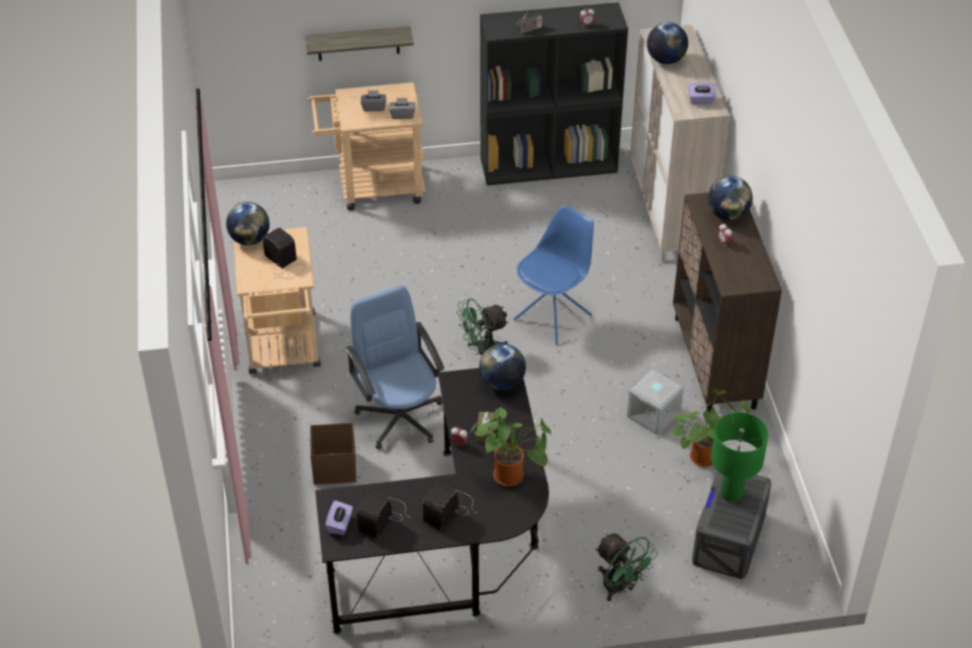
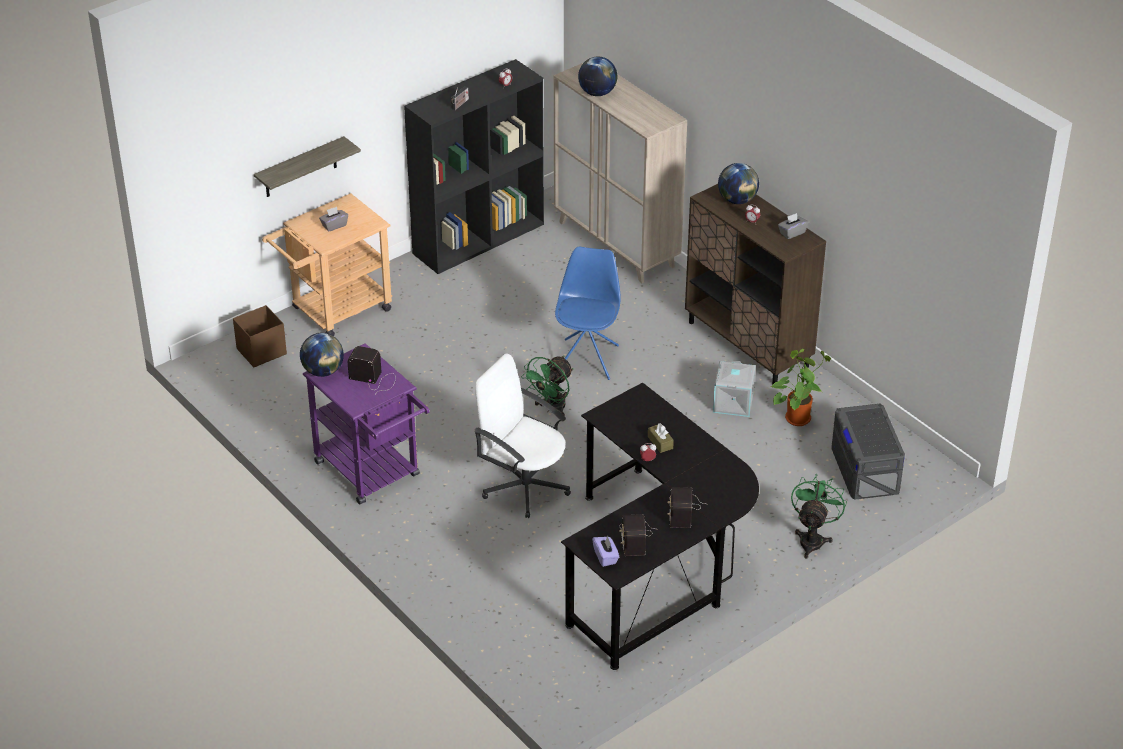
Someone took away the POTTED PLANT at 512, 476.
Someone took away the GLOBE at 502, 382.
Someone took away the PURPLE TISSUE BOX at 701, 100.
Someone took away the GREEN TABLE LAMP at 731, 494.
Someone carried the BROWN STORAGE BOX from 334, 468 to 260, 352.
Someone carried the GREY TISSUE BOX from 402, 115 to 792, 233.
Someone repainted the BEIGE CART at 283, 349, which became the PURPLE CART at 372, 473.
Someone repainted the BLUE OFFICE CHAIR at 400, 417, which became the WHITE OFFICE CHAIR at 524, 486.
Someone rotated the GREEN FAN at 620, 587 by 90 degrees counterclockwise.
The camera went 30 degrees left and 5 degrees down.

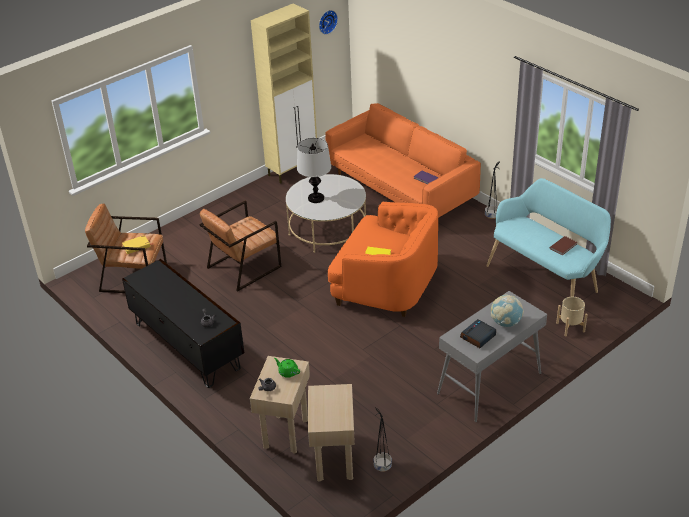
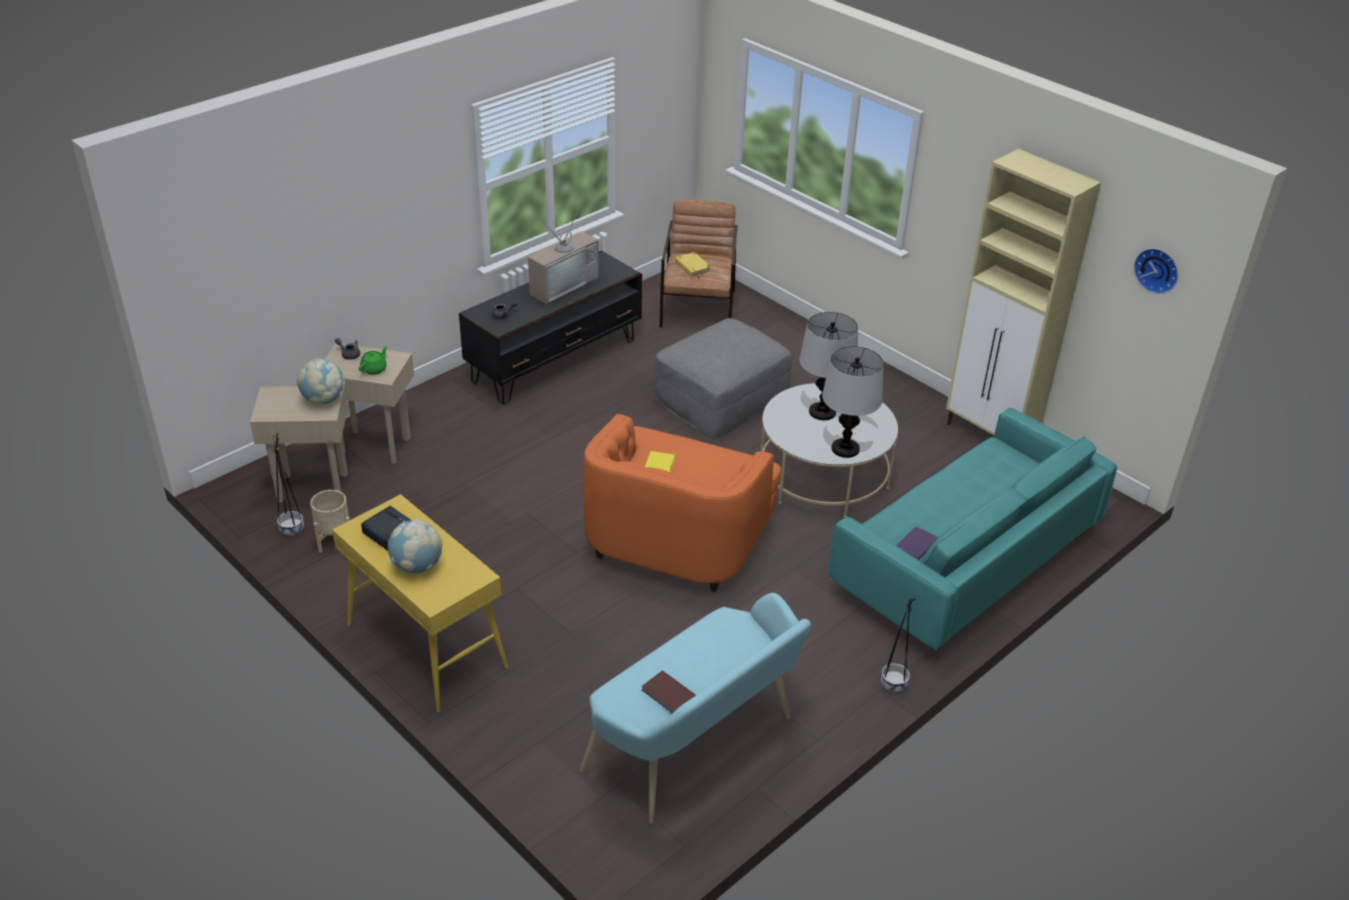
Someone put down the GLOBE at 323, 400.
Someone put down the TELEVISION at 561, 284.
Someone put down the TABLE LAMP at 845, 449.
Someone carried the BEIGE PLANTER from 570, 327 to 334, 538.
Someone swapped the BROWN ARMCHAIR at 243, 267 for the GREY OTTOMAN at 721, 397.
Someone repainted the ORANGE SOFA at 400, 188, which became the TURQUOISE SOFA at 964, 562.
Someone repainted the GREY CONSOLE TABLE at 489, 384, which became the YELLOW CONSOLE TABLE at 425, 646.
The camera went 85 degrees right and 0 degrees up.

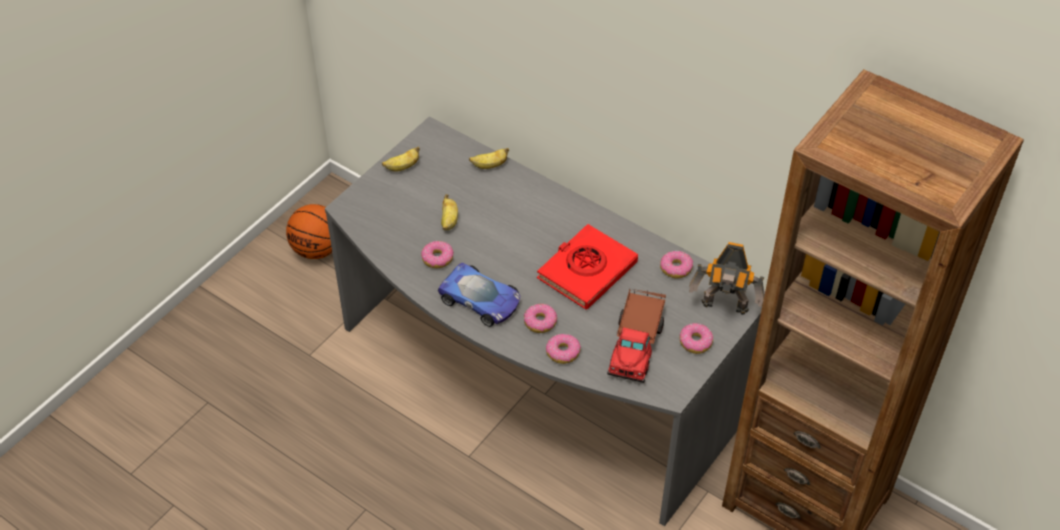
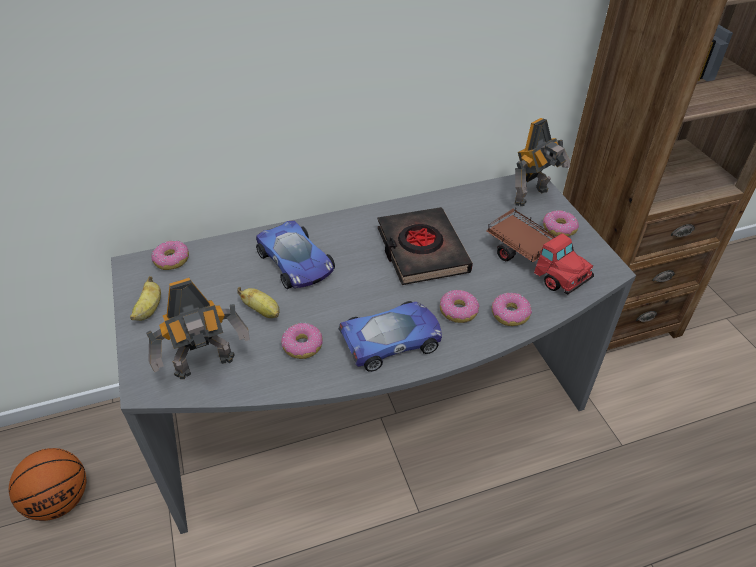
Someone took away the BANANA at 489, 166.
Someone put down the TOY ROBOT at 206, 367.
Someone put down the TOY CAR at 296, 263.
Someone carried the DONUT from 676, 268 to 171, 260.
Someone repainted the RED BOOK at 586, 271, which became the BLACK BOOK at 421, 251.
The camera went 55 degrees left and 5 degrees down.

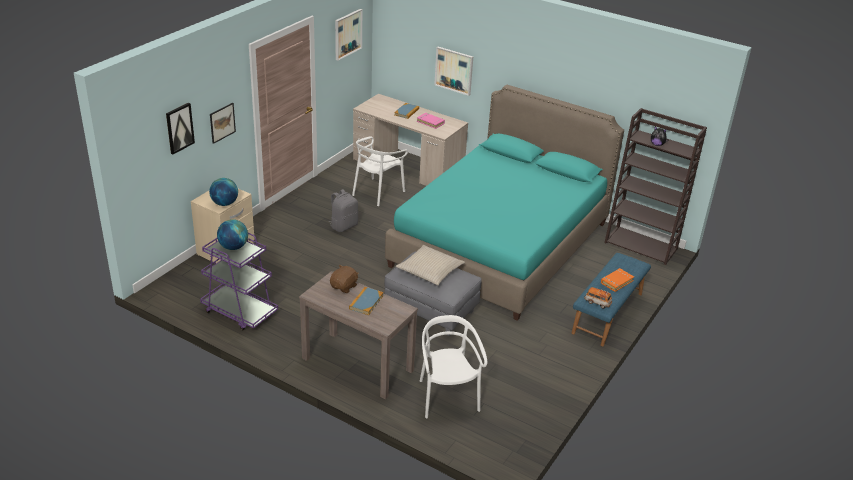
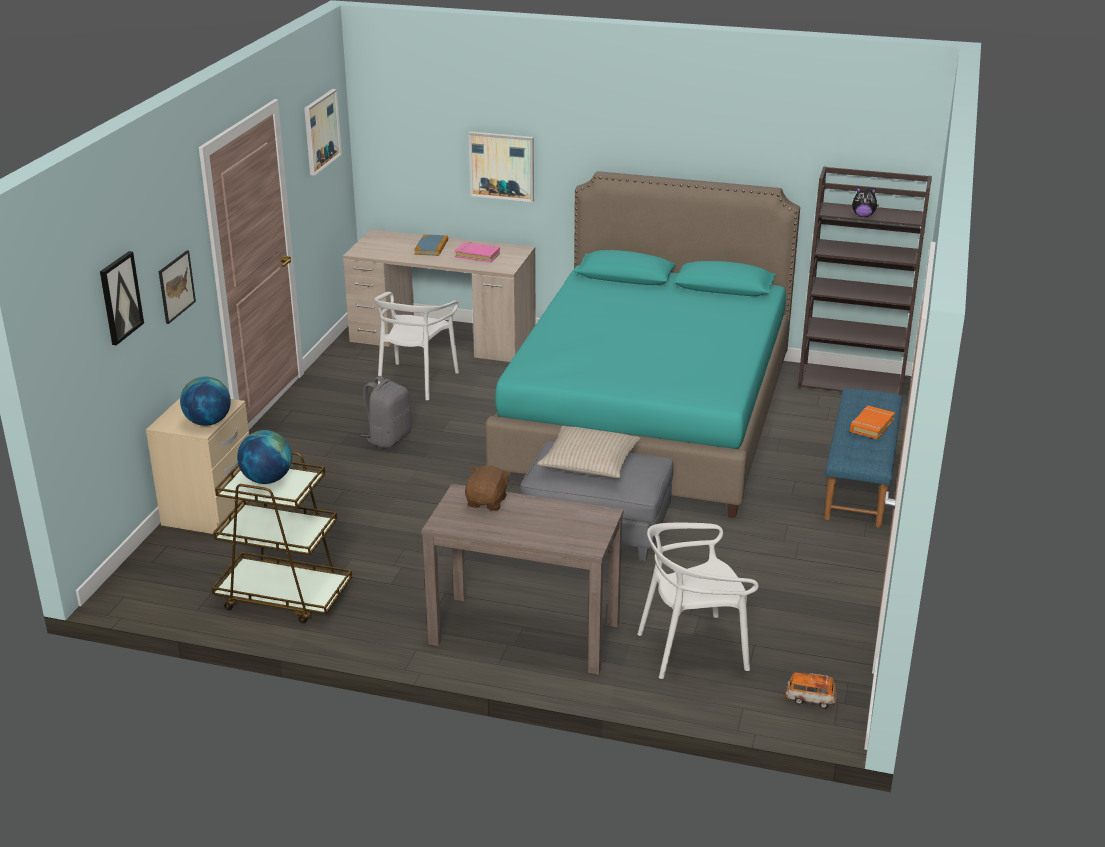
Someone took away the BOOK at 366, 302.
Someone carried the TOY CAR from 597, 303 to 810, 699.
Someone repainted the PURPLE CART at 239, 312, which became the BROWN CART at 283, 597.
Someone rotated the WHITE CHAIR at 447, 397 by 75 degrees counterclockwise.
The camera went 15 degrees left and 5 degrees down.

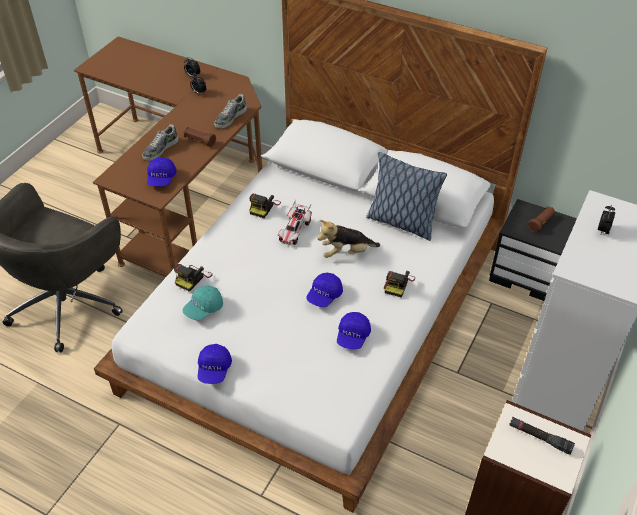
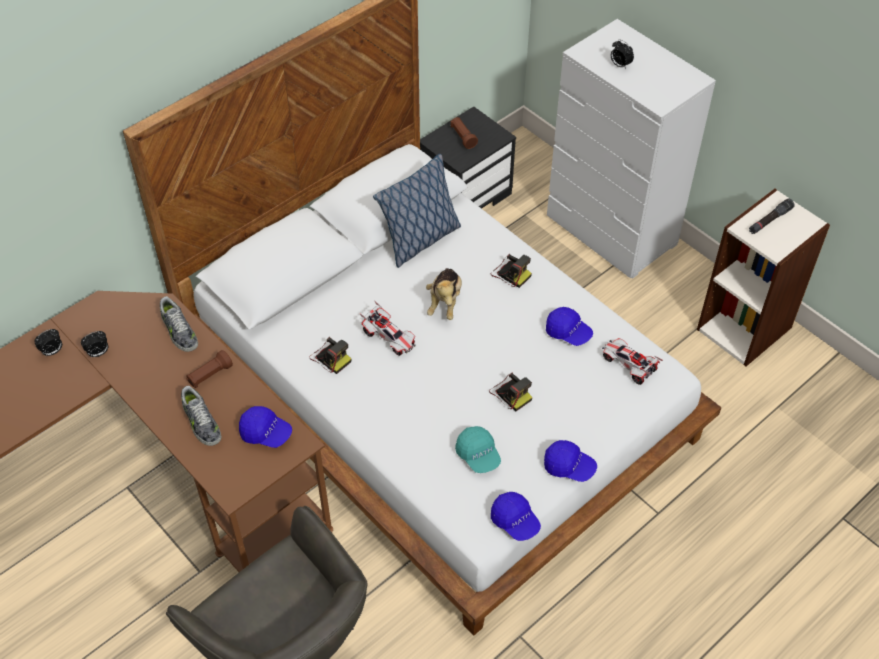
Someone put down the TOY CAR at 628, 366.
Someone carried the PHOTO CAMERA from 193, 278 to 510, 393.
Someone carried the BLUE CAP from 324, 295 to 515, 521.
The camera went 70 degrees left and 5 degrees up.

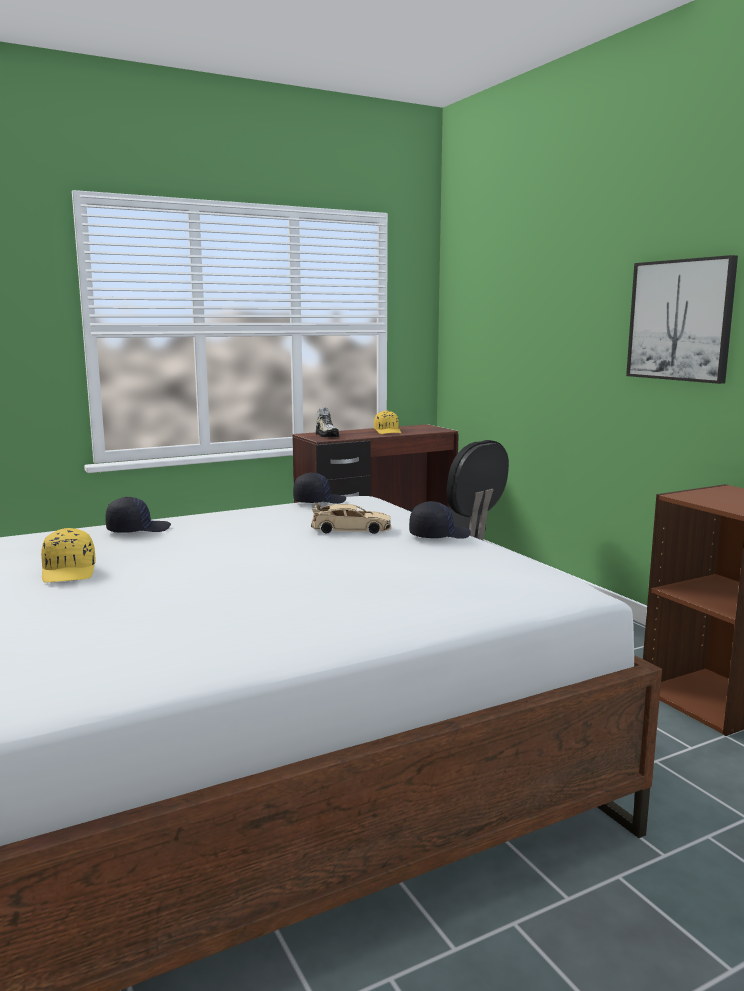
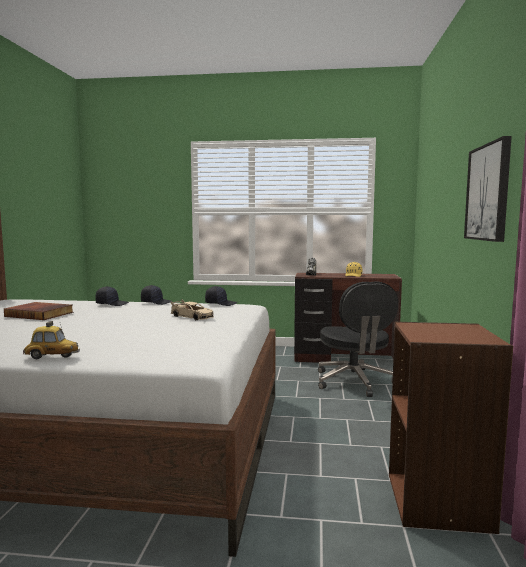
Someone put down the TOY CAR at 52, 357.
Someone carried the BLACK CAP from 439, 535 to 156, 302.
Someone swapped the YELLOW CAP at 70, 572 for the BOOK at 40, 314.
The camera went 35 degrees right and 5 degrees down.

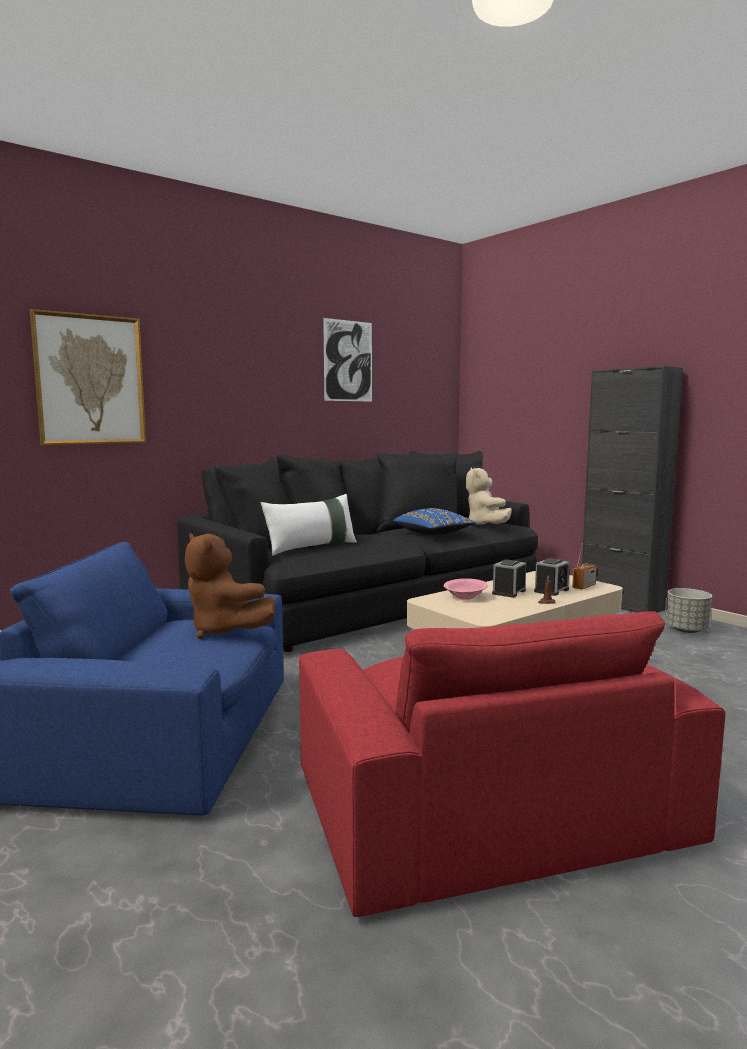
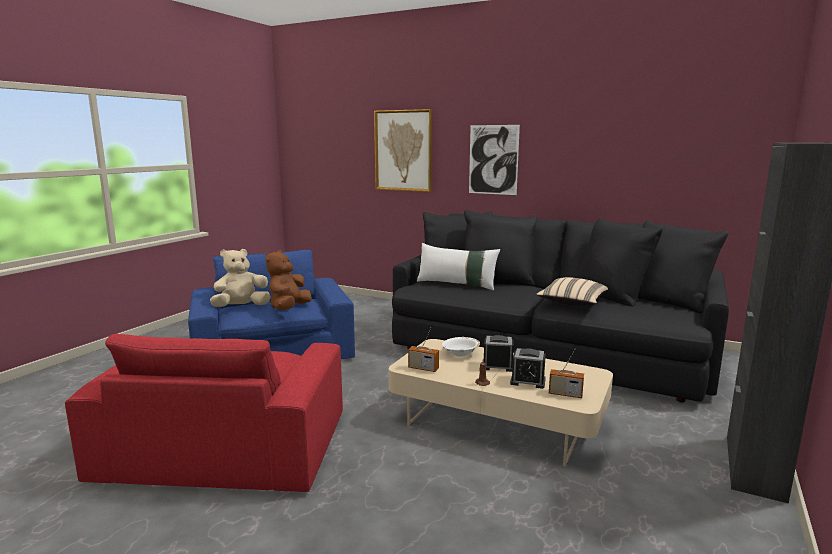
Someone took away the GREY PLANTER at 686, 630.
Someone put down the RADIO at 423, 368.
Someone carried the PICTURE from 348, 361 to 493, 160.
Someone carried the BEIGE PLUSH TOY from 485, 526 to 241, 307.
Someone repainted the BLUE PILLOW at 433, 534, which became the BEIGE PILLOW at 572, 303.
Someone repainted the PINK BOWL at 465, 597, which became the WHITE BOWL at 460, 354.
Someone rotated the RED ARMCHAIR at 483, 804 by 45 degrees counterclockwise.
The camera went 65 degrees right and 5 degrees up.

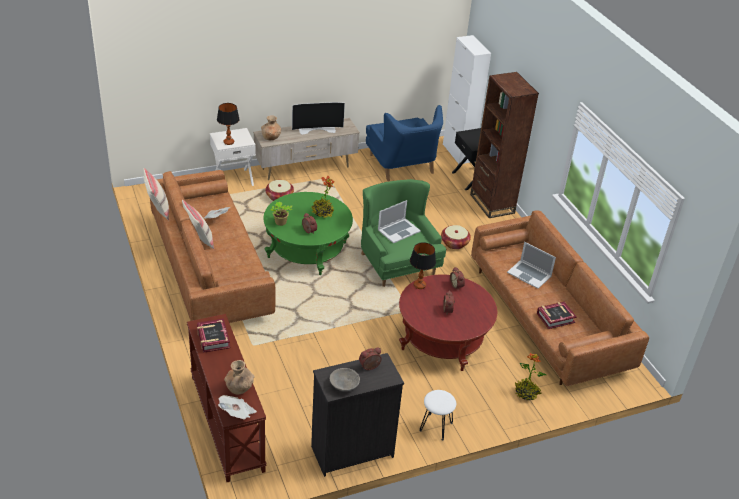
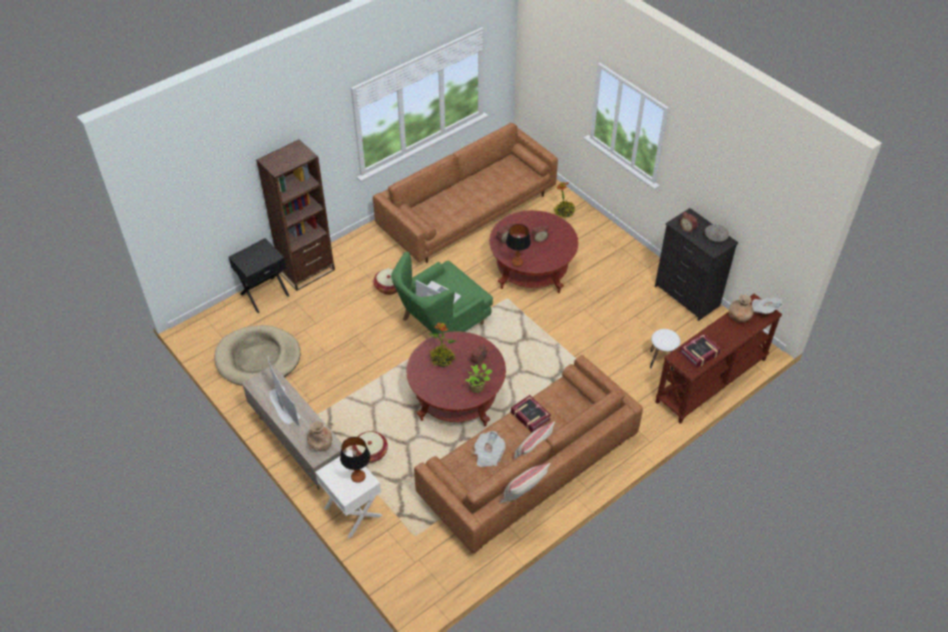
Someone took away the WHITE CABINET at 458, 153.
Someone took away the LAPTOP at 529, 274.
Someone carried the WHITE STOOL from 435, 426 to 661, 360.
Someone carried the BOOK from 555, 318 to 530, 416.
Someone swapped the BLUE ARMCHAIR at 402, 165 for the BEIGE DOG BED at 258, 358.
Someone repainted the GREEN COFFEE TABLE at 307, 250, which became the RED COFFEE TABLE at 456, 397.
The camera went 105 degrees left and 10 degrees up.

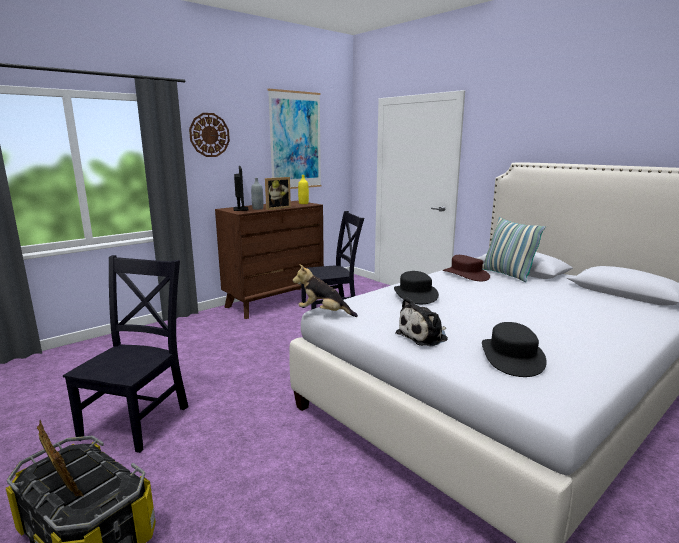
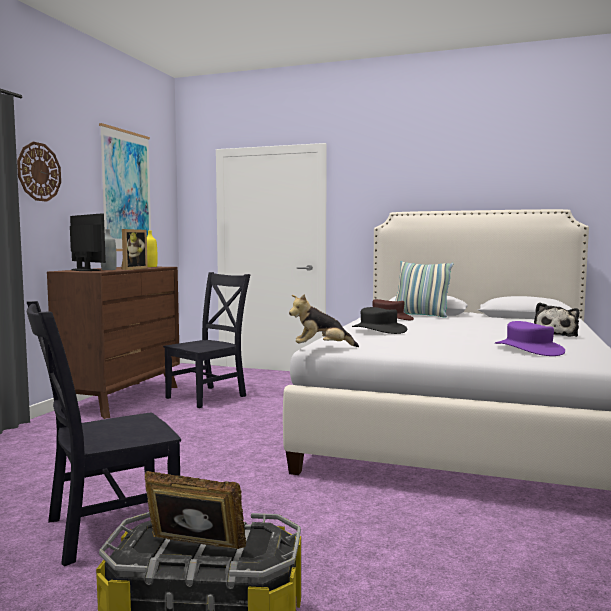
Someone carried the PLUSH TOY from 424, 336 to 556, 334.
Someone repainted the BLACK HAT at 512, 357, which became the PURPLE HAT at 529, 349.
Someone rotated the BLACK CHAIR at 139, 420 by 105 degrees counterclockwise.
The camera went 30 degrees left and 10 degrees down.

